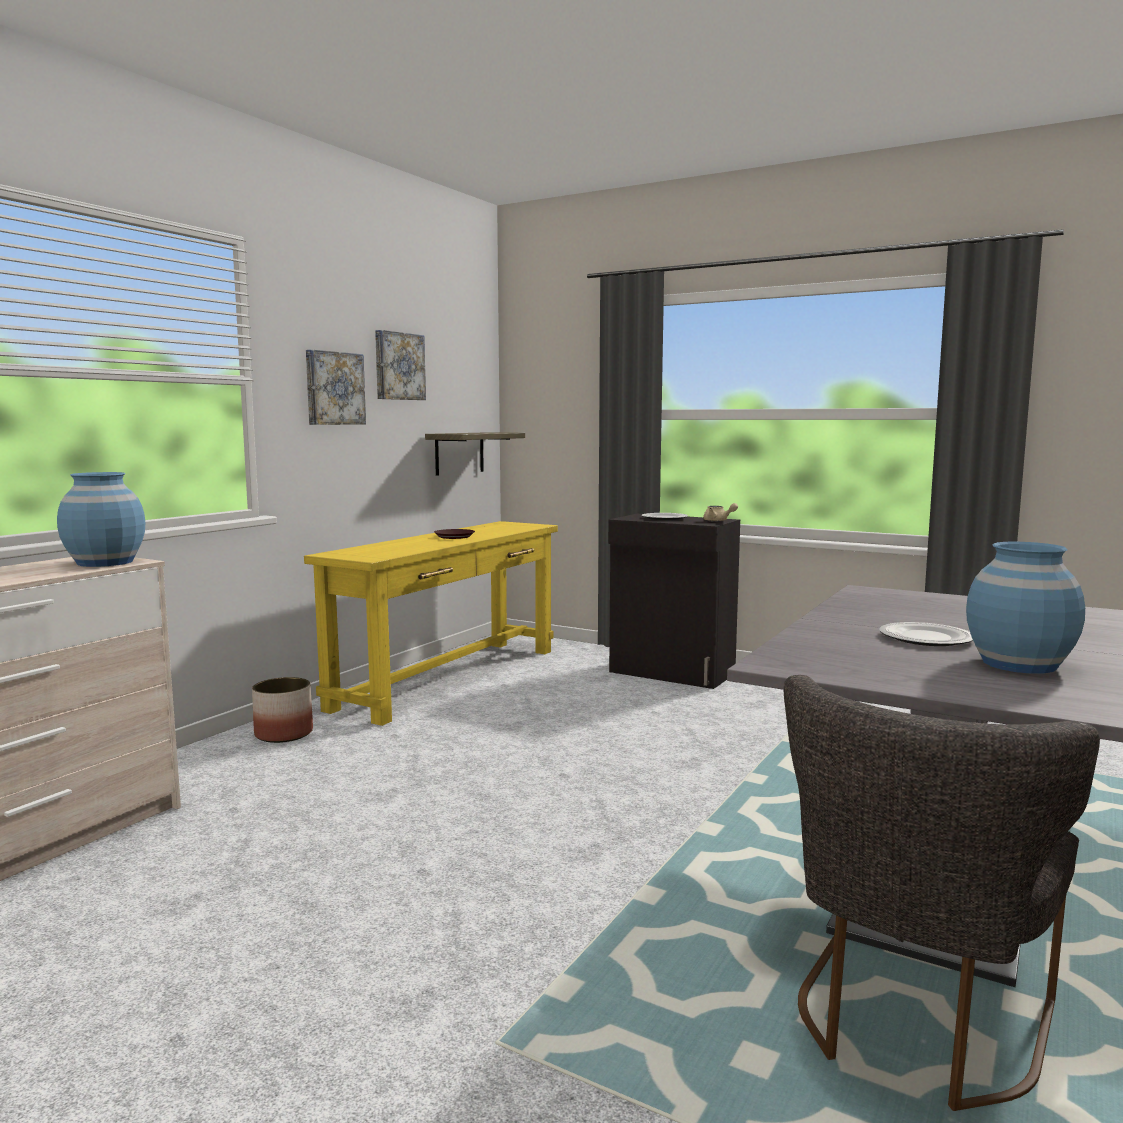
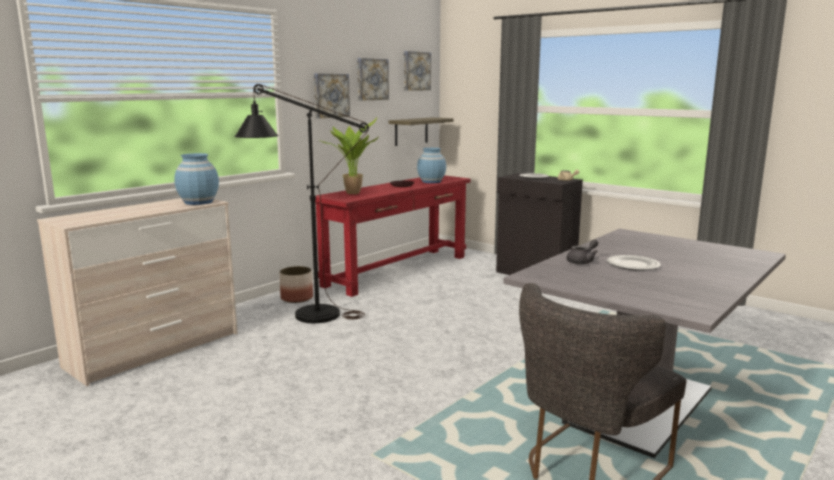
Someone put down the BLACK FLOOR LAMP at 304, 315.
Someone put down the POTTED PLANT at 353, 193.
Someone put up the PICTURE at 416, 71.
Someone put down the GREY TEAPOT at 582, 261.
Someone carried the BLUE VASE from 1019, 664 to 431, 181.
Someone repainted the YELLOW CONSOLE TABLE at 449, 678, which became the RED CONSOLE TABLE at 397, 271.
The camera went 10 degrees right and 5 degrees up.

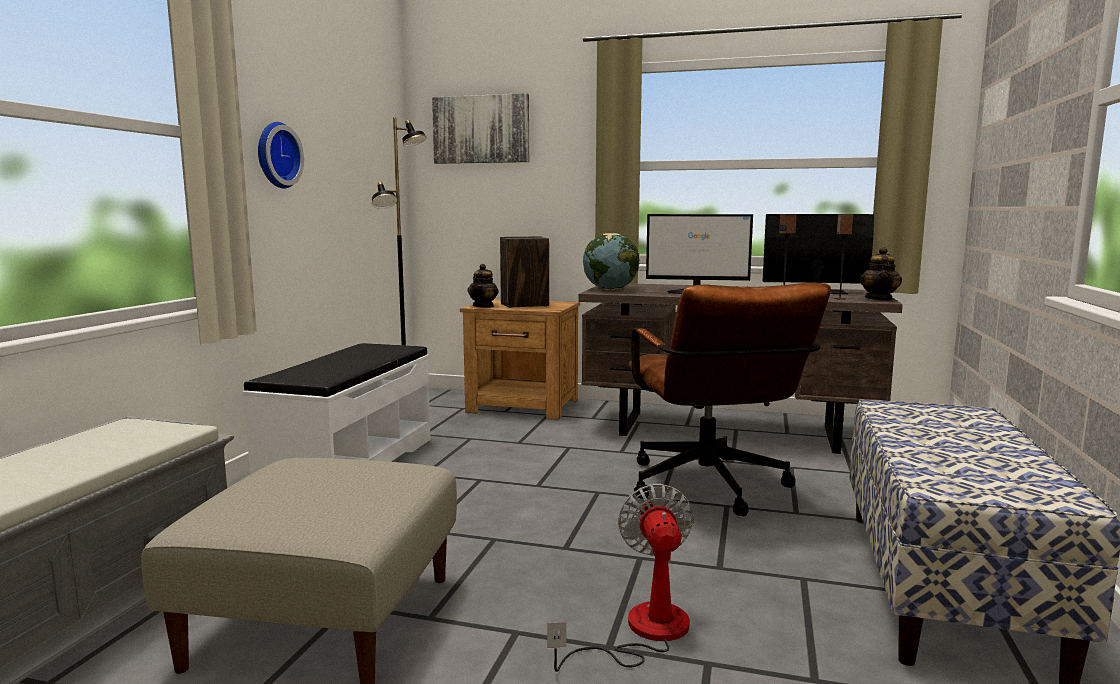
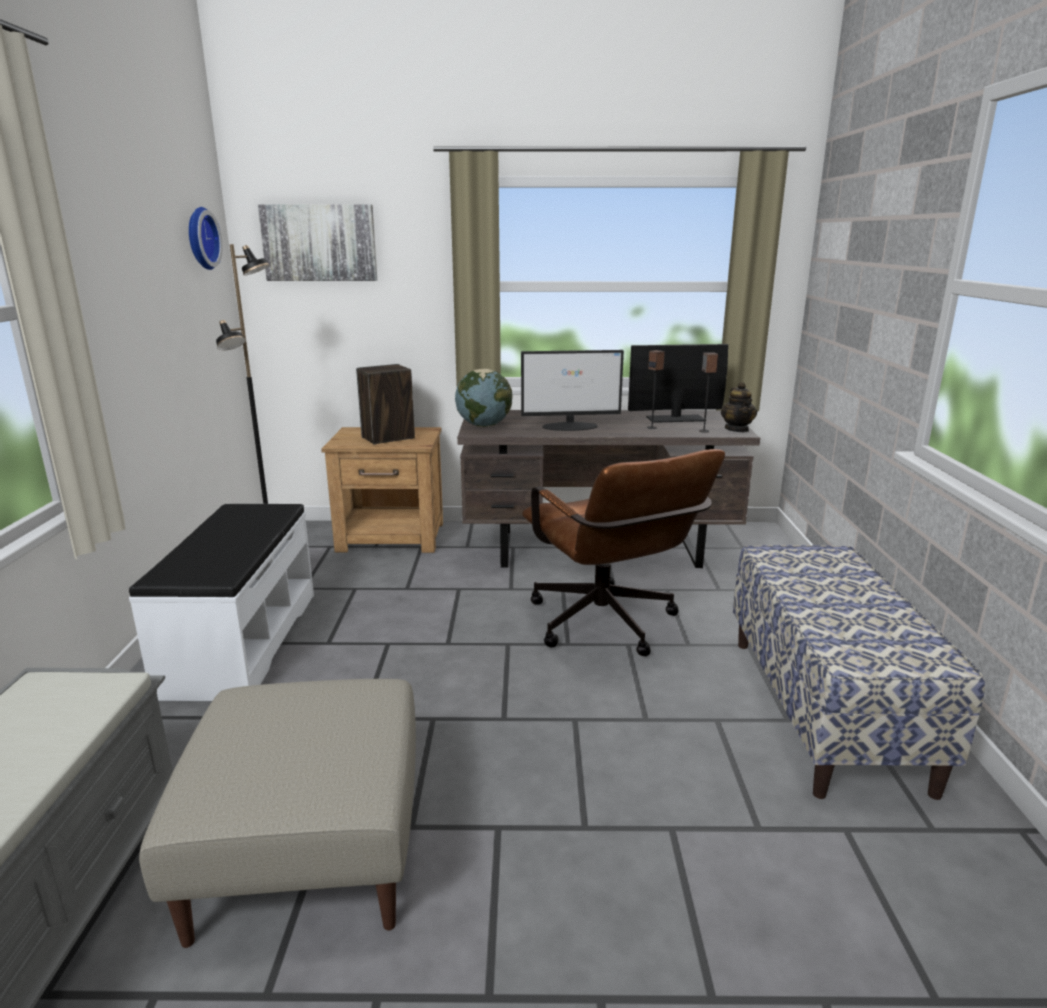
Someone took away the TEAPOT at 483, 306.
Someone took away the FAN at 642, 632.
Someone carried the WALL CLOCK from 275, 155 to 200, 238.
The camera went 15 degrees left and 10 degrees up.

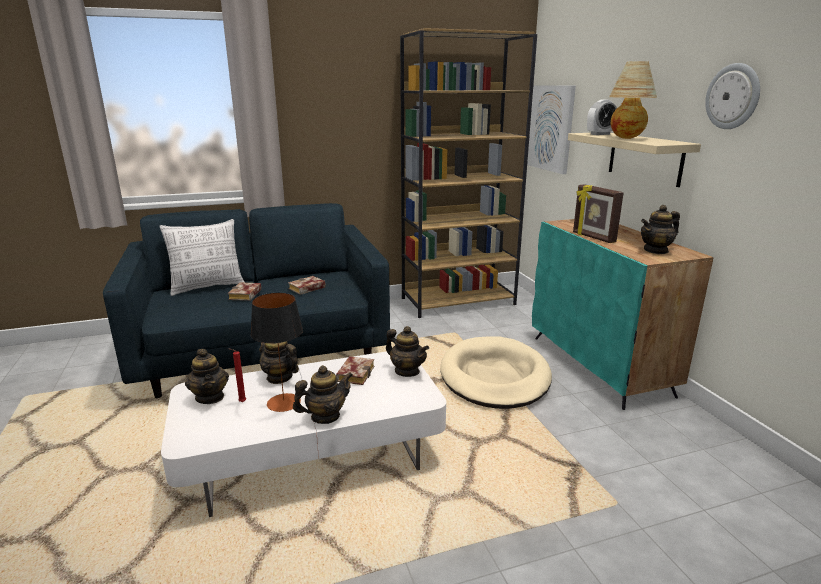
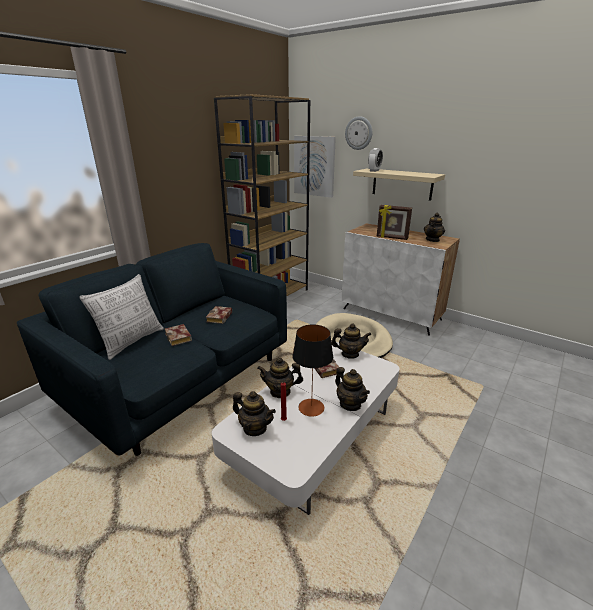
Someone took away the TABLE LAMP at 626, 138.
Someone carried the WALL CLOCK from 733, 96 to 359, 133.
Someone repainted the TURQUOISE CABINET at 600, 365, which became the WHITE CABINET at 392, 314.
Someone rotated the TEAPOT at 325, 416 by 120 degrees clockwise.
The camera went 35 degrees left and 5 degrees up.

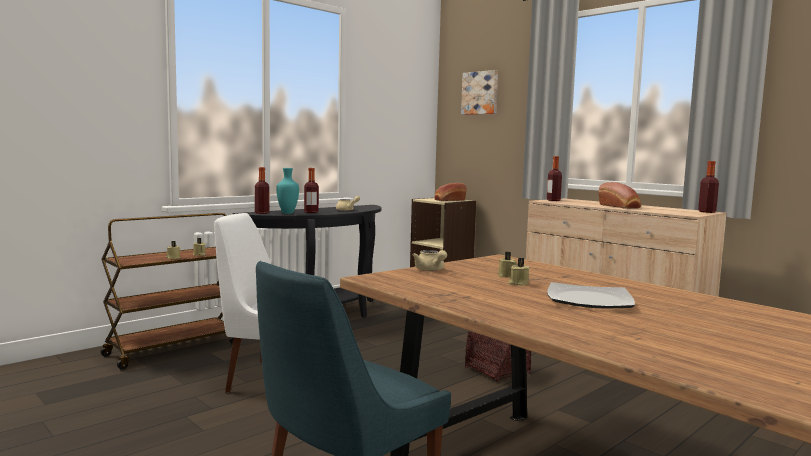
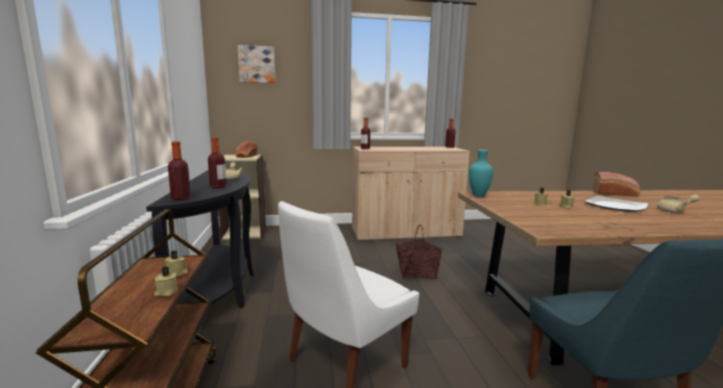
Someone carried the TURQUOISE VASE from 288, 213 to 478, 196.
Someone carried the BEIGE TEAPOT from 431, 270 to 675, 211.
Someone carried the BREAD from 620, 206 to 615, 194.
The camera went 55 degrees left and 5 degrees up.

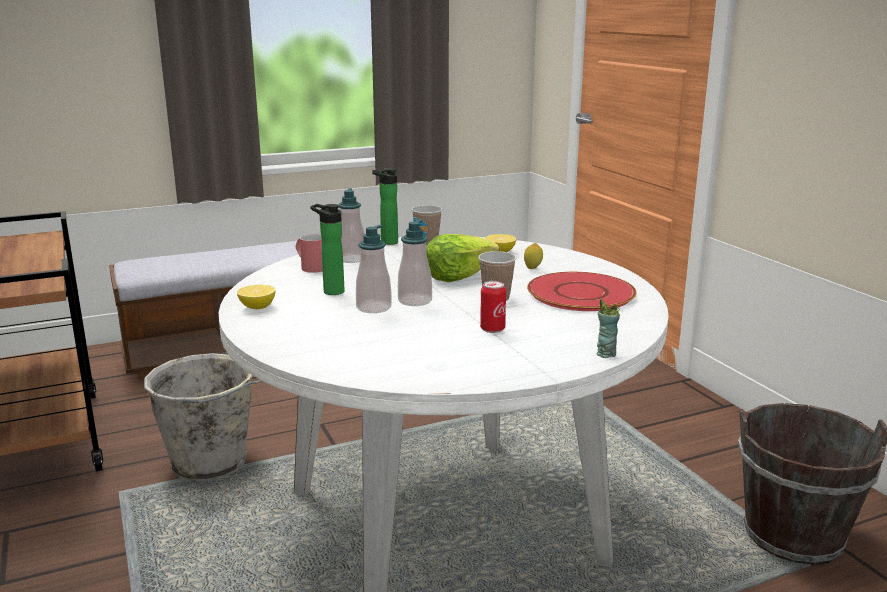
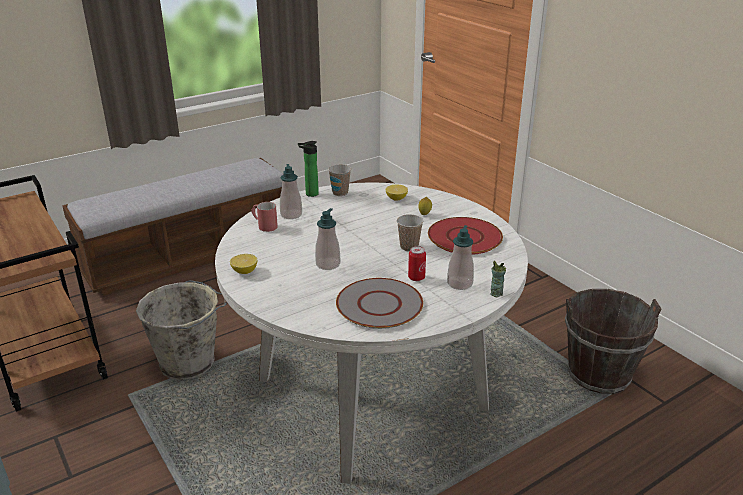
Someone took away the BOTTLE at 330, 291.
Someone took away the LETTUCE at 458, 276.
Someone put down the GREY PLATE at 380, 305.
Someone carried the SOAP DISPENSER from 415, 301 to 459, 283.
The camera went 10 degrees left and 10 degrees up.

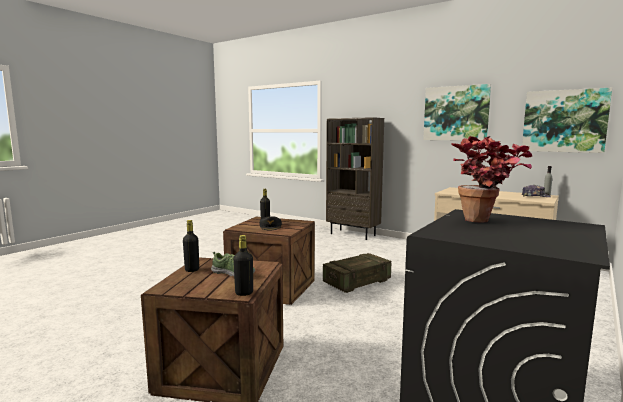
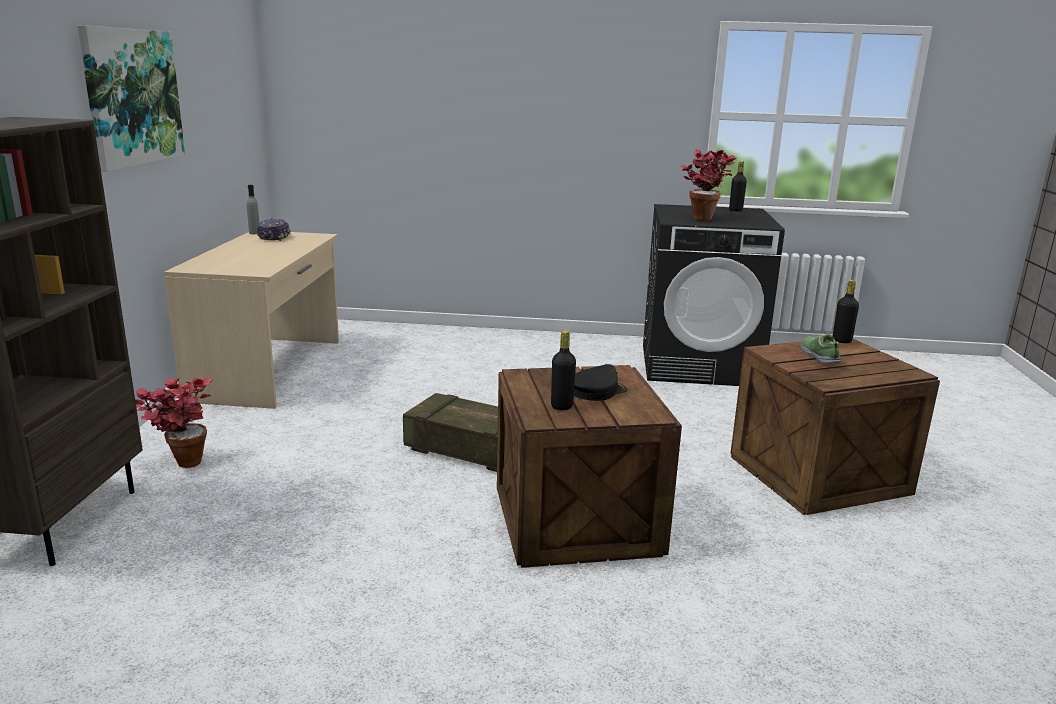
Someone took away the PICTURE at 564, 121.
Someone put down the POTTED PLANT at 180, 462.
Someone carried the BLACK BOTTLE from 192, 270 to 735, 210.
The camera went 120 degrees left and 10 degrees up.

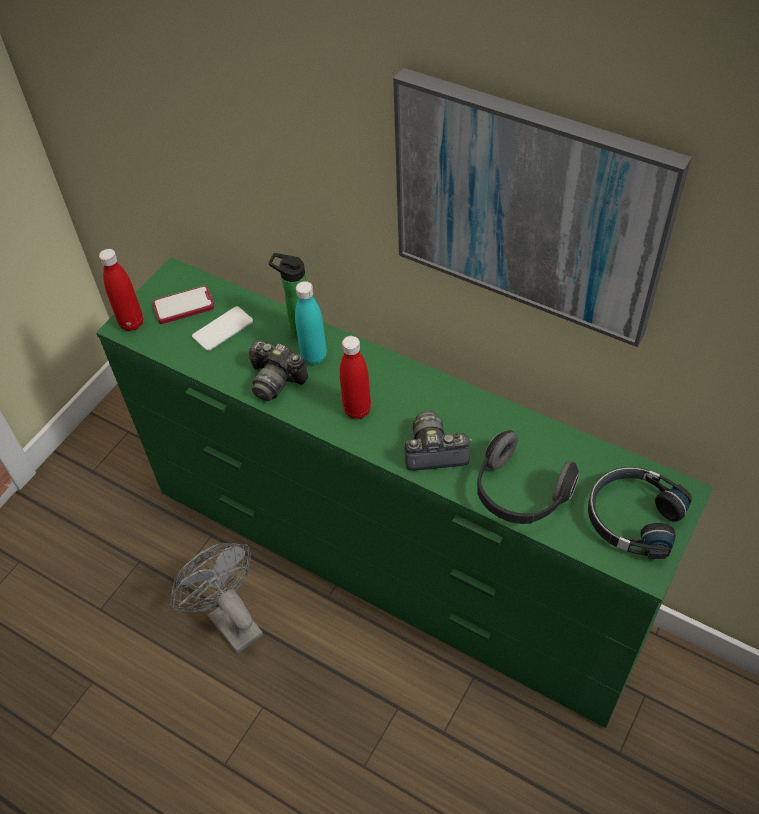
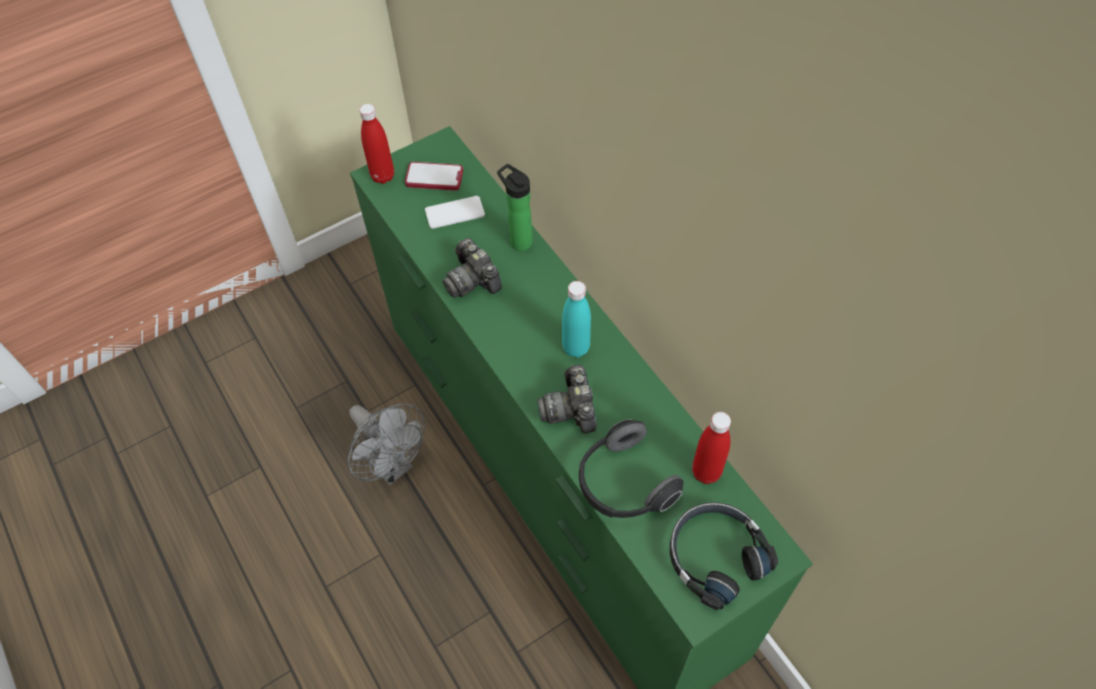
Someone took away the PICTURE at 529, 207.
Someone carried the TURQUOISE BOTTLE from 314, 356 to 576, 348.
Someone carried the RED BOTTLE from 357, 410 to 706, 472.
Someone rotated the GREY FAN at 229, 619 by 150 degrees clockwise.
Someone rotated the PHOTO CAMERA at 434, 452 by 120 degrees counterclockwise.
The camera went 25 degrees right and 5 degrees up.

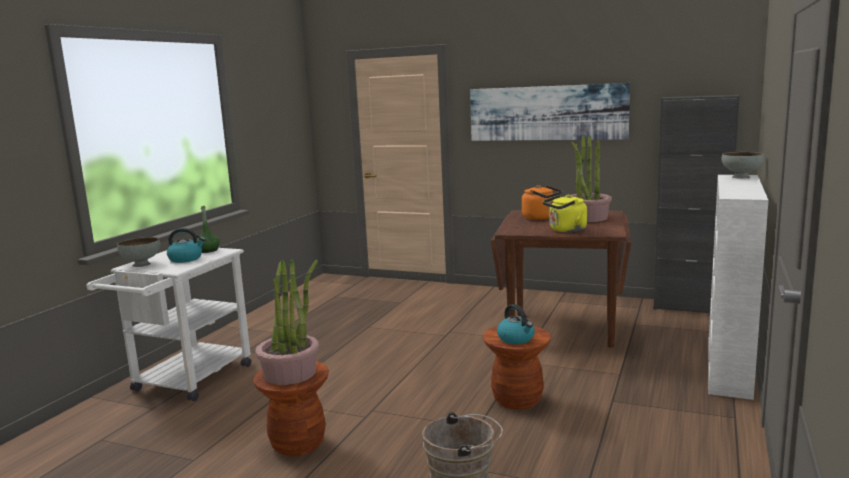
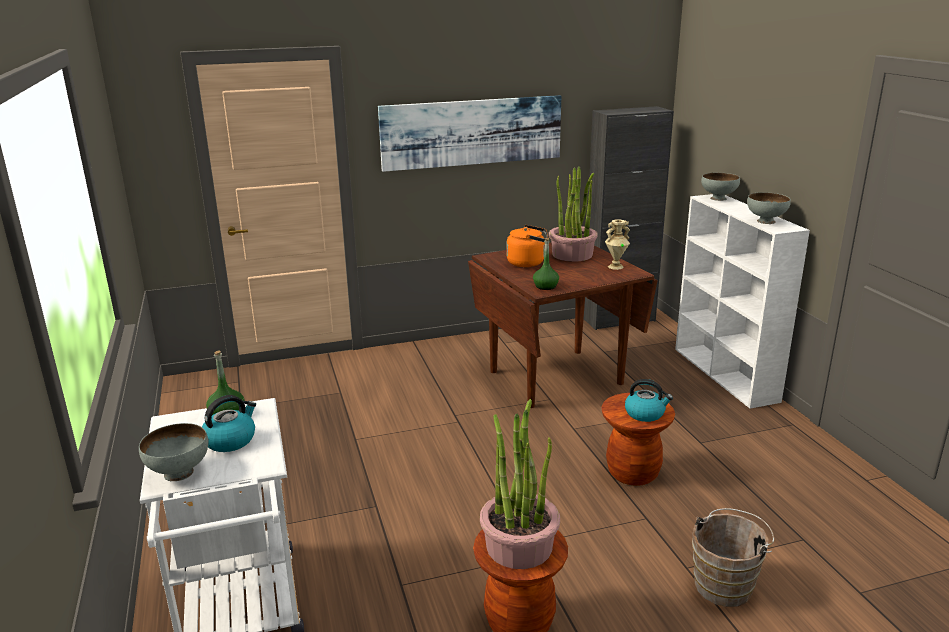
Someone took away the YELLOW KETTLE at 566, 230.
Someone put down the GREEN BOTTLE at 546, 286.
Someone put down the BEIGE VASE at 615, 266.
Someone put down the GREY BOWL at 765, 221.
The camera went 40 degrees left and 10 degrees up.

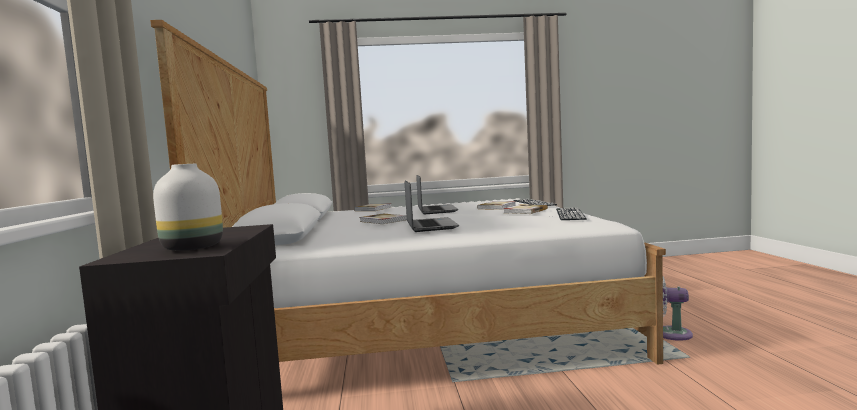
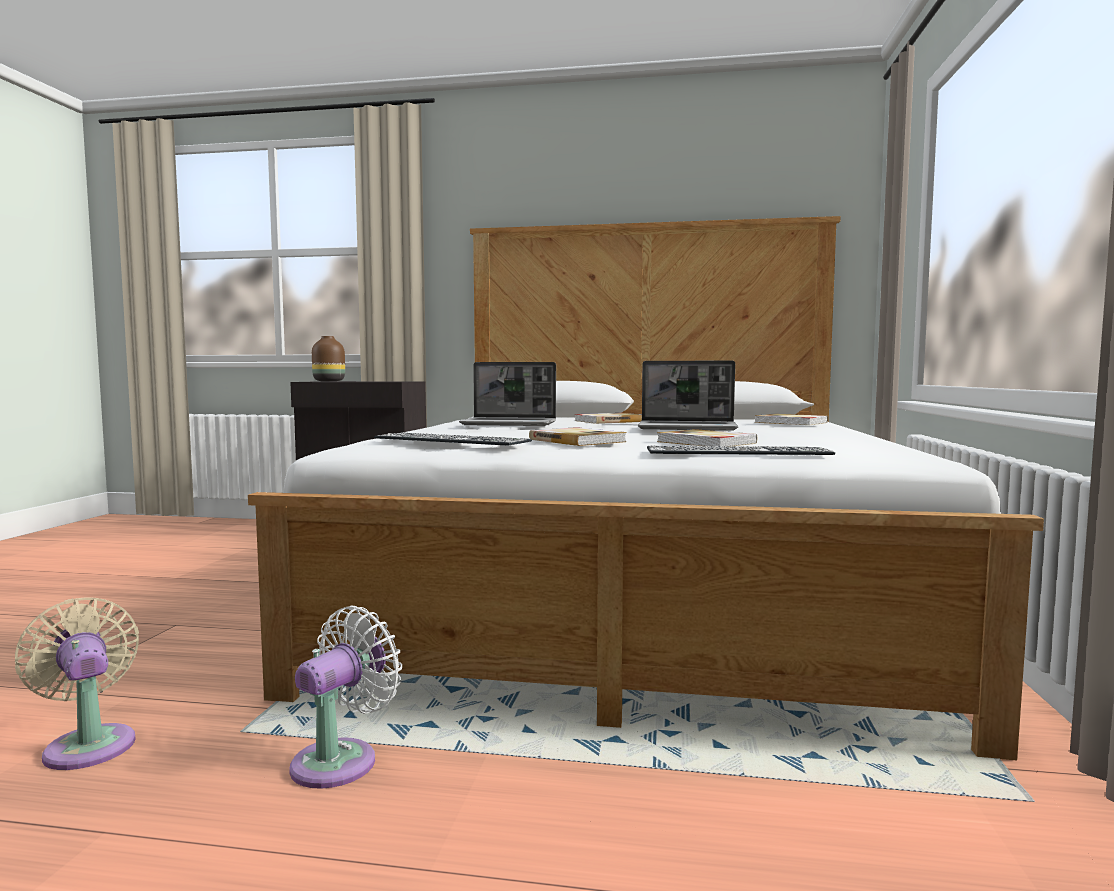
Someone put down the BEIGE FAN at 89, 744.
Someone repainted the WHITE VASE at 194, 247, which became the BROWN VASE at 329, 381.
The camera went 105 degrees right and 0 degrees up.

